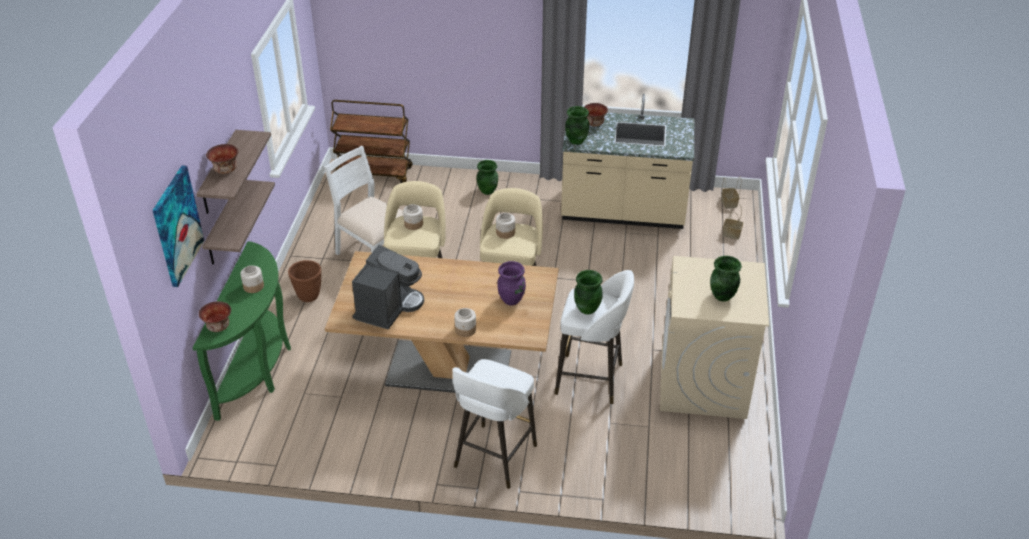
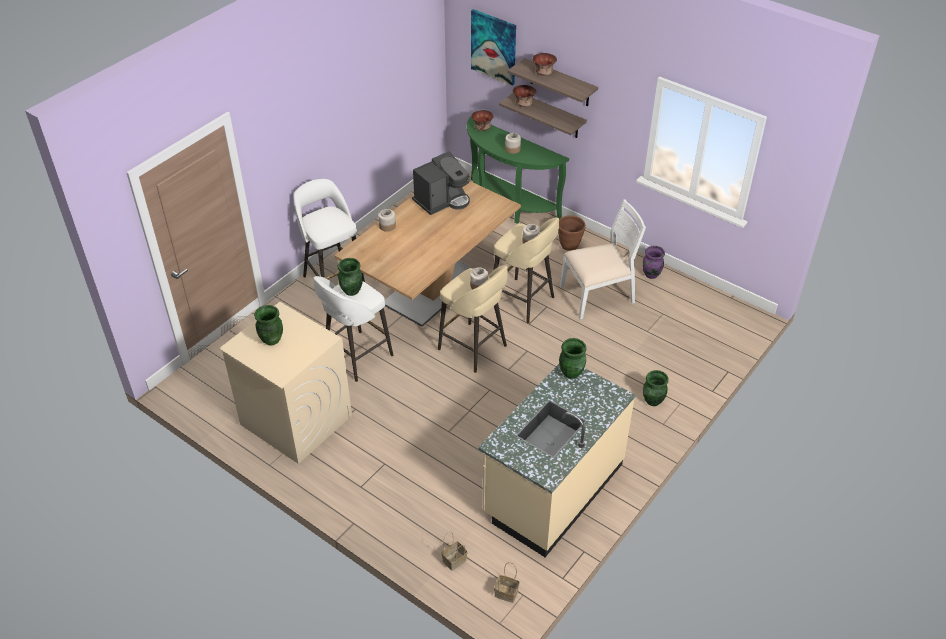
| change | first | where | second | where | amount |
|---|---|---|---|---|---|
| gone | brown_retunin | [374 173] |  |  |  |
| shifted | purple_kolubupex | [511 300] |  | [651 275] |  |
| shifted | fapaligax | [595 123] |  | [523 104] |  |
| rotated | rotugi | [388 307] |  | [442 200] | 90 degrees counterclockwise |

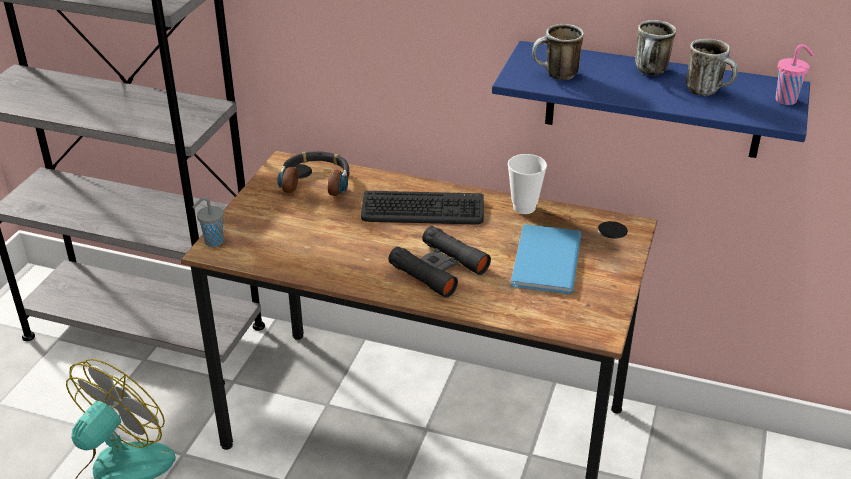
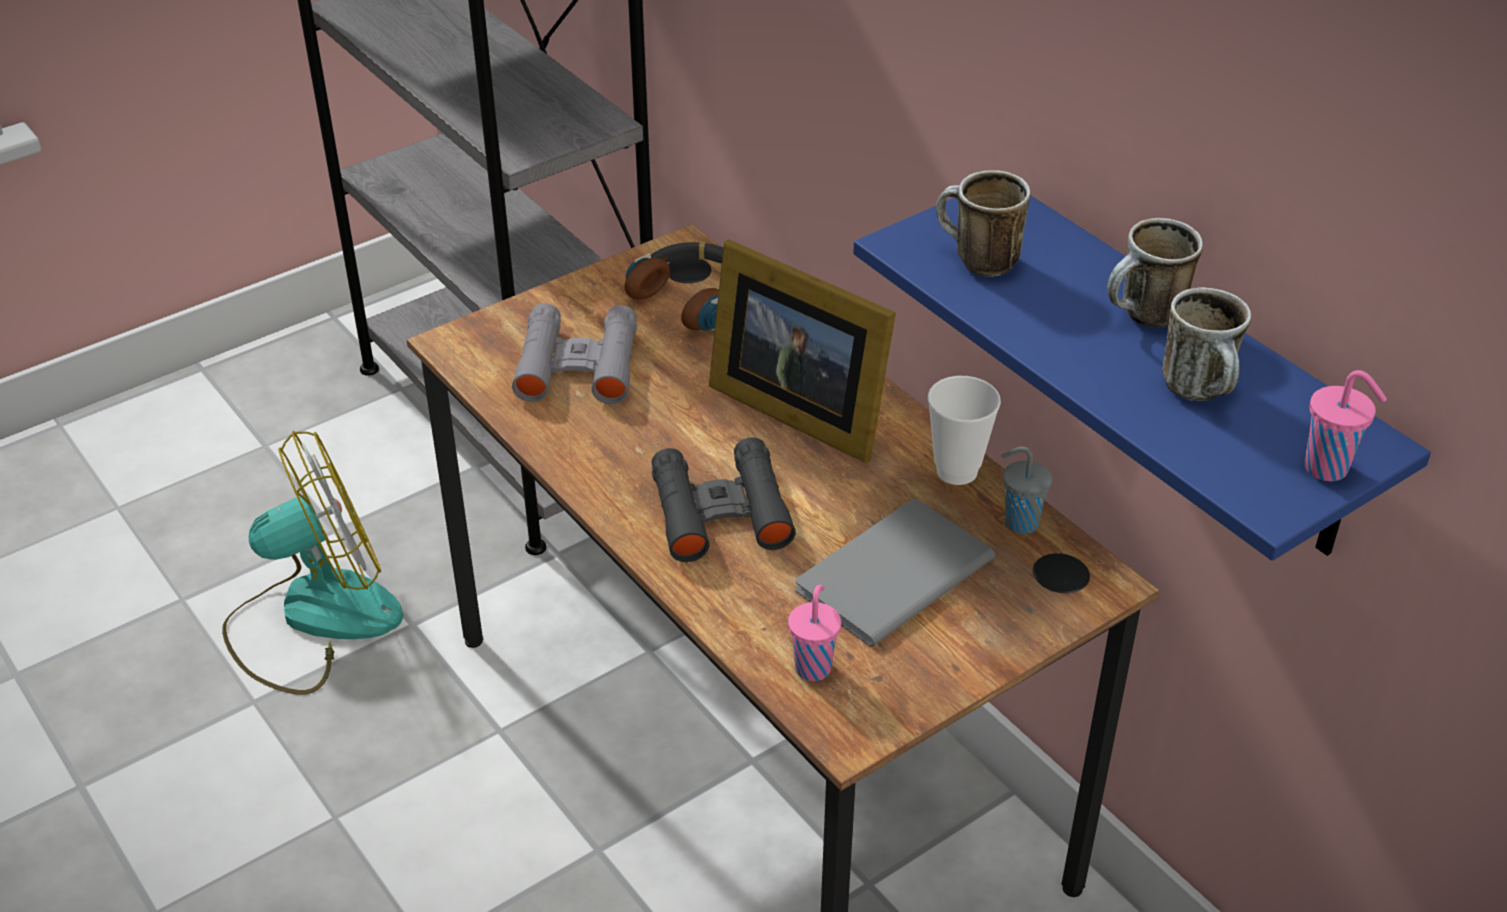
| change | first | where | second | where | amount |
|---|---|---|---|---|---|
| new |  |  | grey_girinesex | [578 365] |  |
| new |  |  | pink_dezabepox | [813 666] |  |
| shifted | grey_dezabepox | [213 242] |  | [1019 523] |  |
| swapped | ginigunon | [422 210] | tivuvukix | [797 407] |  |
| repainted | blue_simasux | [543 262] | grey_simasux | [887 574] |  |

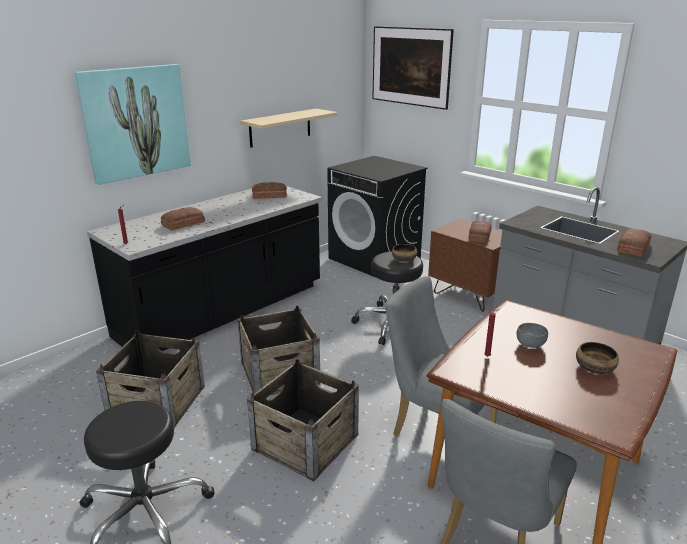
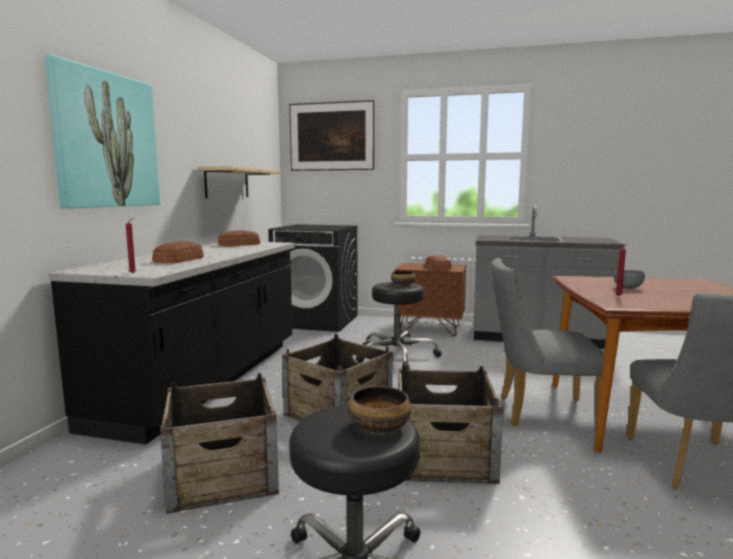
| change | first | where | second | where | amount |
|---|---|---|---|---|---|
| gone | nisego | [634 247] |  |  |  |
| shifted | fapaligax | [594 367] |  | [378 426] |  |

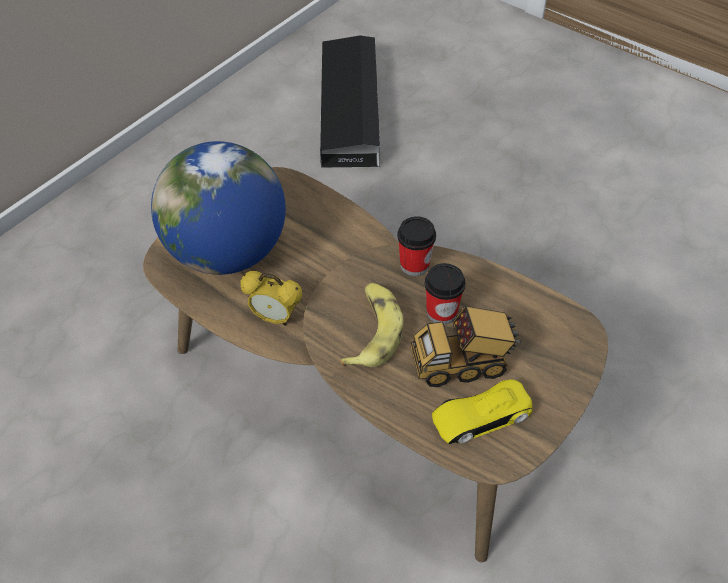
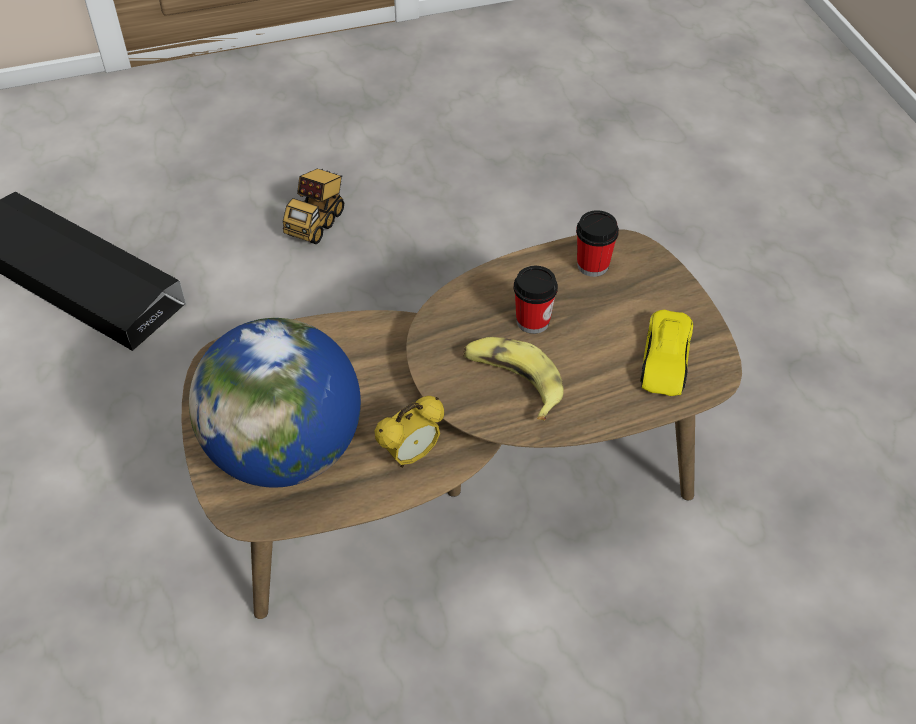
| change | first | where | second | where | amount |
|---|---|---|---|---|---|
| shifted | dezabepox | [414 265] |  | [592 265] |  |
| shifted | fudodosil | [462 365] |  | [317 222] |  |

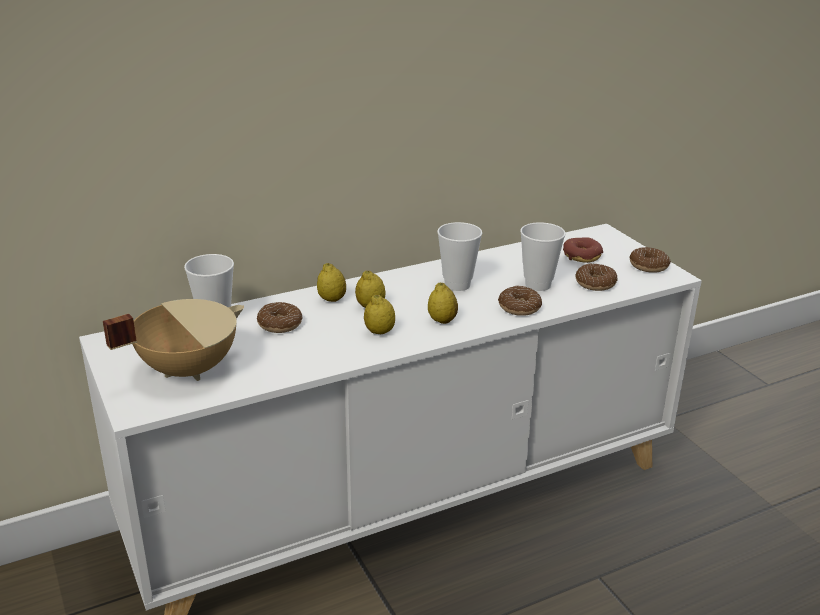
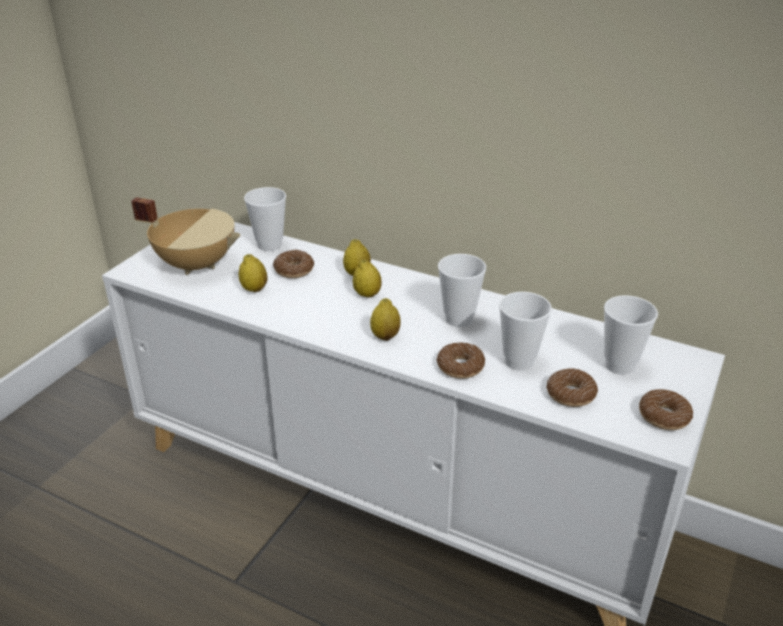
| change | first | where | second | where | amount |
|---|---|---|---|---|---|
| shifted | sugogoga | [379 332] |  | [254 289] |  |
| swapped | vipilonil | [582 256] | dezabepox | [620 365] |  |

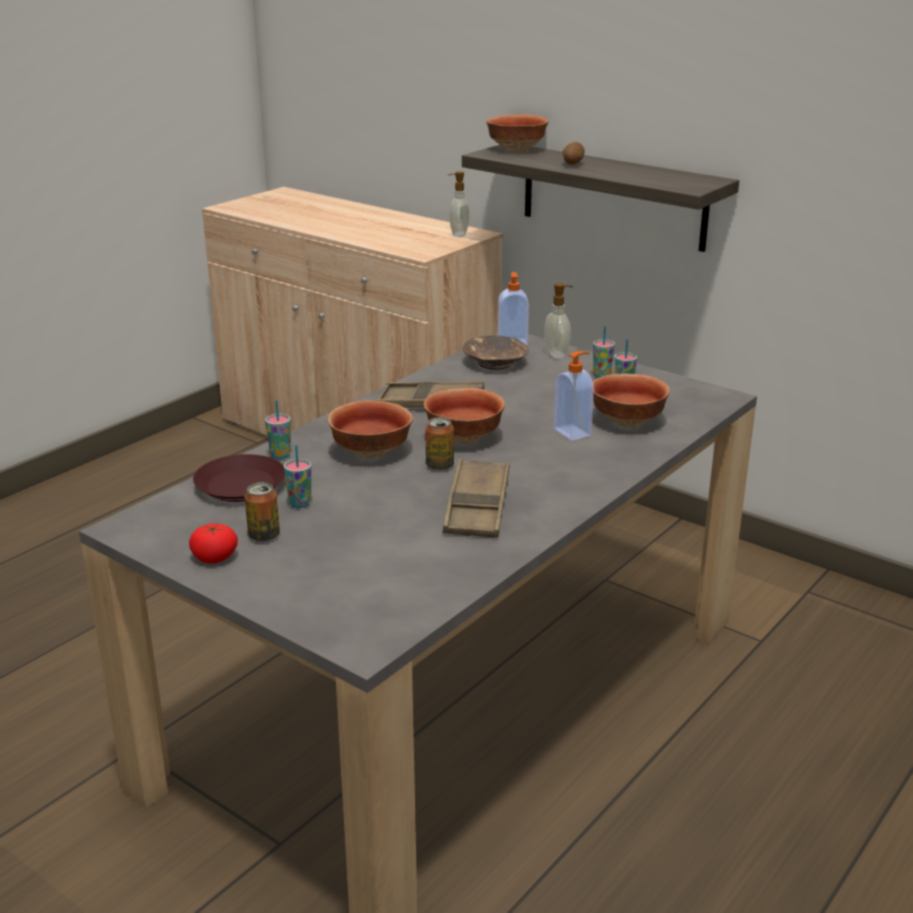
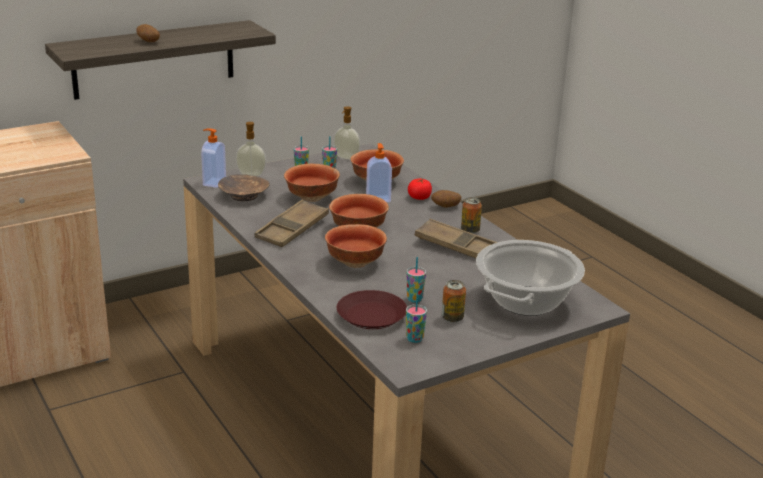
| change | first | where | second | where | amount |
|---|---|---|---|---|---|
| new |  |  | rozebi | [445 207] |  |
| new |  |  | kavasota | [525 301] |  |
| shifted | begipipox | [214 557] |  | [419 197] |  |
| shifted | dezabepox | [280 455] |  | [414 339] |  |
| shifted | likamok | [440 466] |  | [470 230] |  |
| shifted | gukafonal | [458 234] |  | [346 158] |  |
| shifted | fapaligax | [515 150] |  | [312 198] |  |

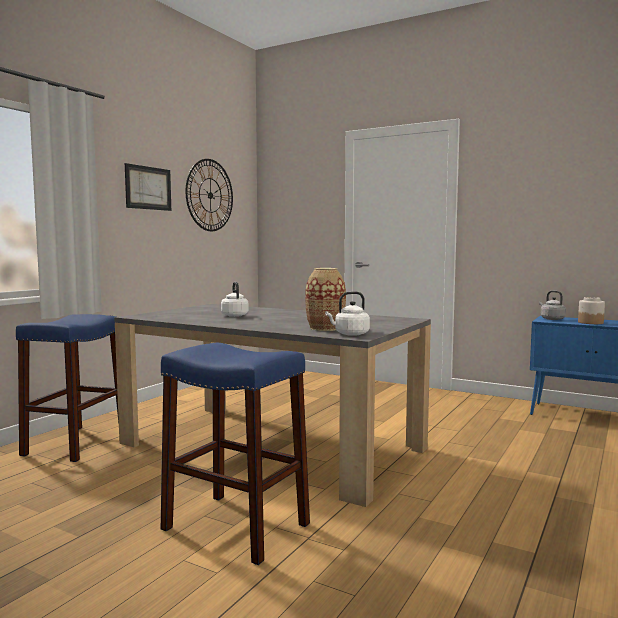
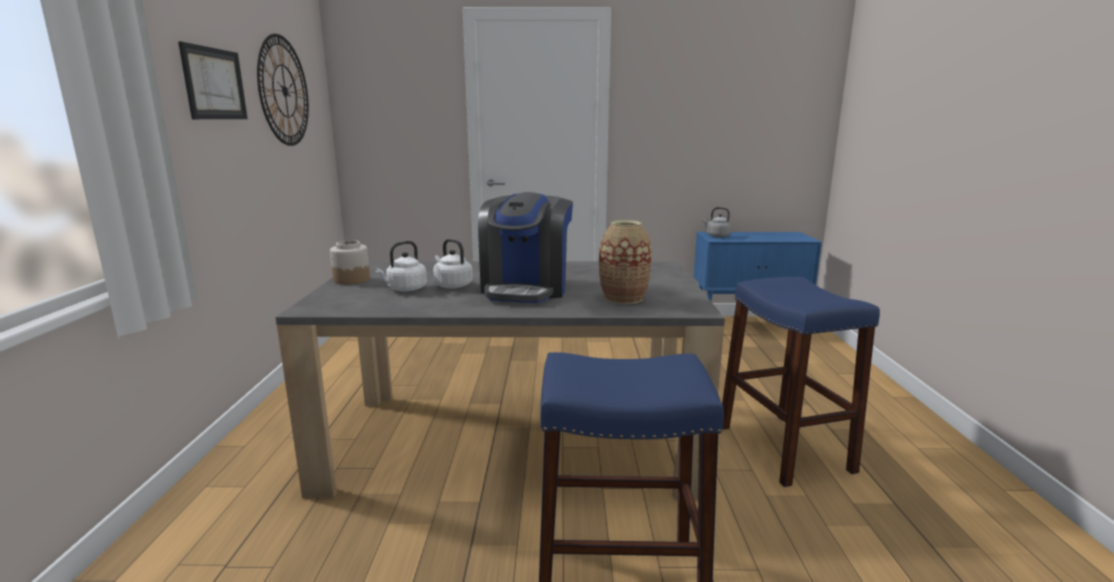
| change | first | where | second | where | amount |
|---|---|---|---|---|---|
| new |  |  | rotugi | [526 289] |  |
| shifted | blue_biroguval | [76 443] |  | [784 448] |  |
| shifted | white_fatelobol | [350 334] |  | [405 289] |  |
| shifted | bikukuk | [590 322] |  | [351 280] |  |

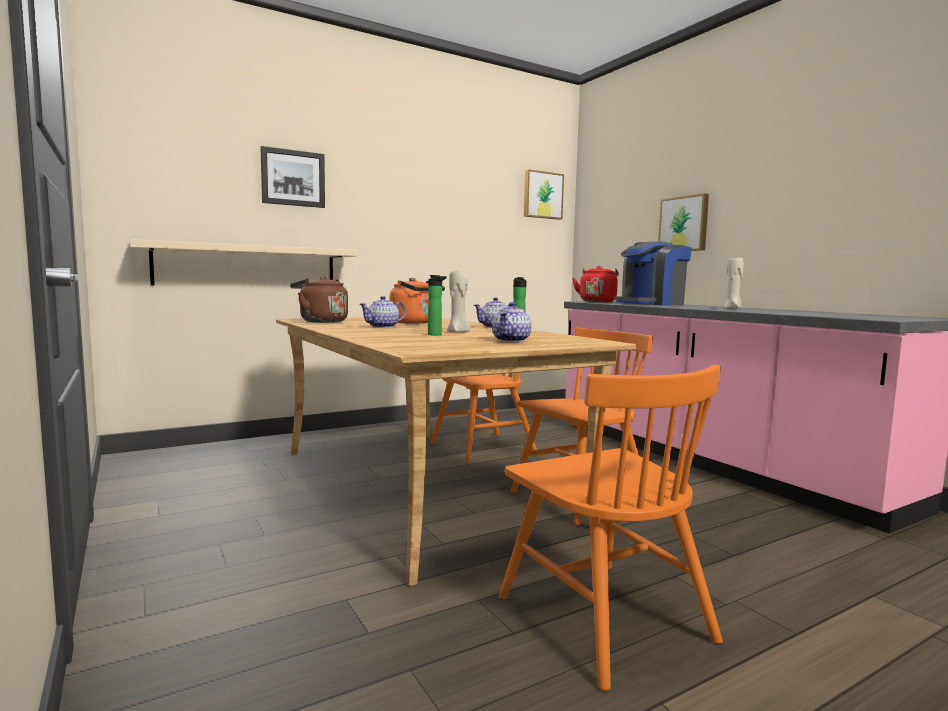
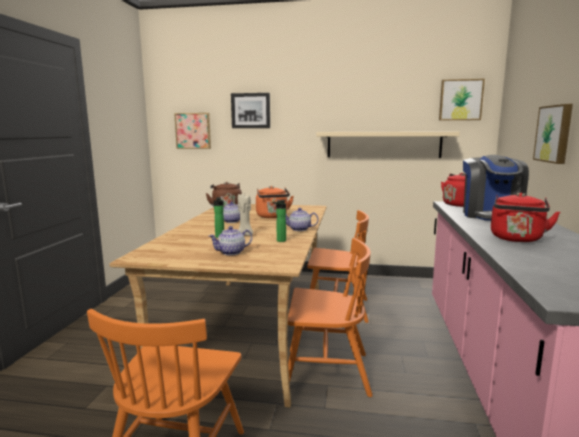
| change | first | where | second | where | amount |
|---|---|---|---|---|---|
| new |  |  | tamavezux | [193 131] |  |
| shifted | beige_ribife | [247 266] |  | [383 144] |  |
| swapped | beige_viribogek | [732 309] | red_fatelobol | [516 239] |  |
| rotated | rotugi | [651 304] |  | [490 215] | 90 degrees counterclockwise |

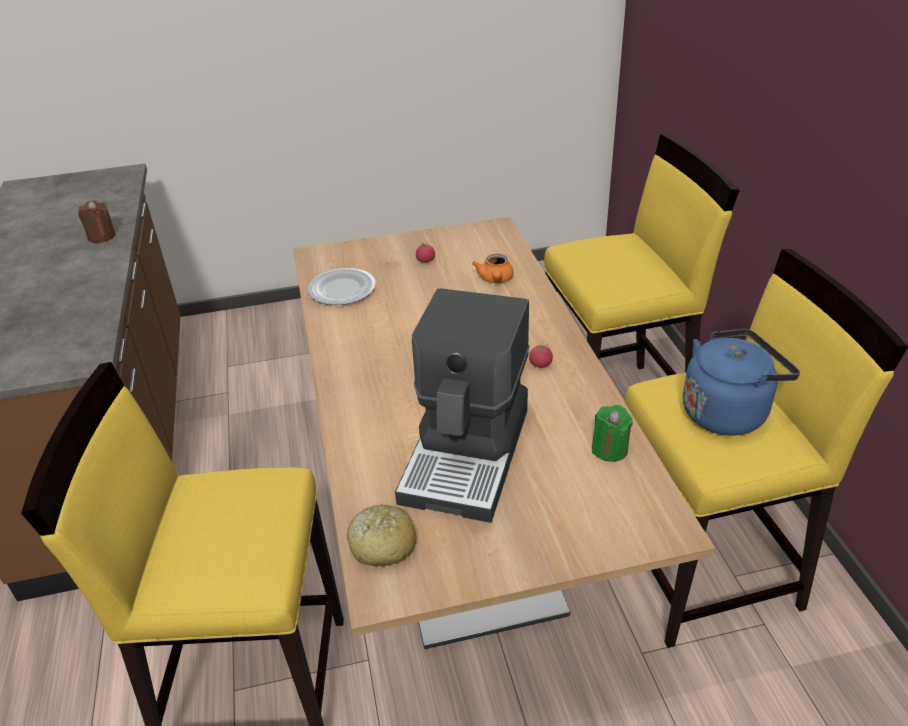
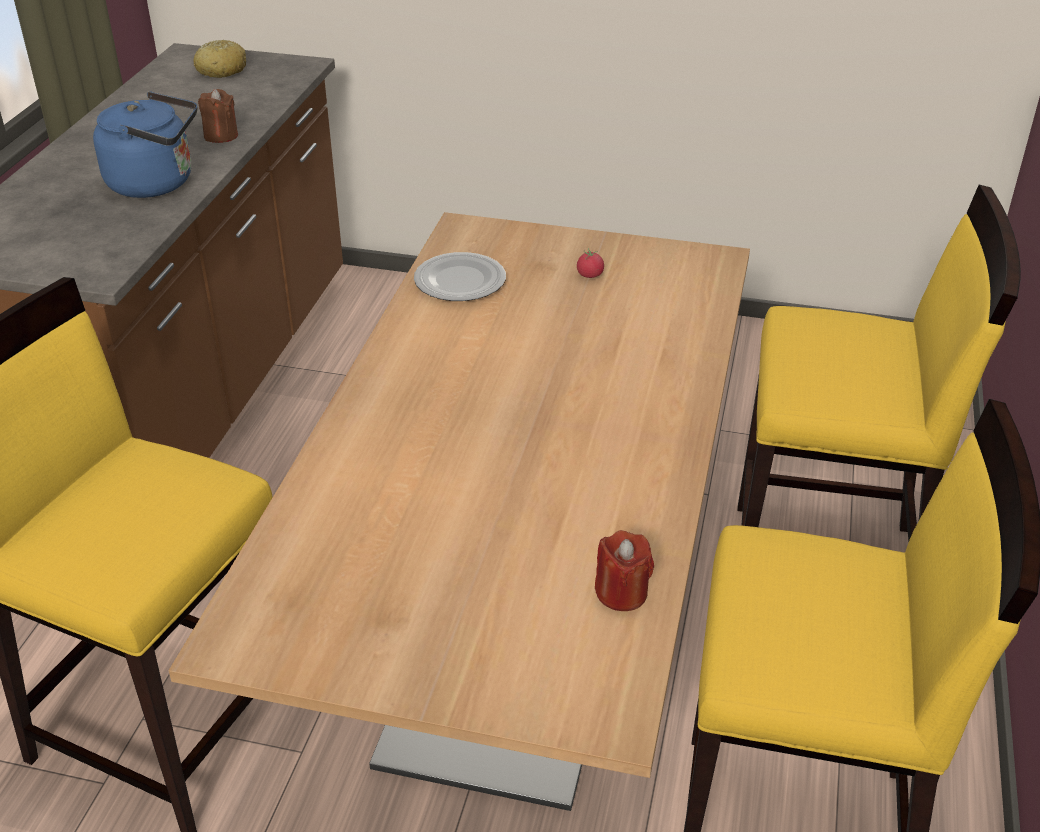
| change | first | where | second | where | amount |
|---|---|---|---|---|---|
| gone | rotugi | [468 454] |  |  |  |
| gone | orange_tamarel | [495 280] |  |  |  |
| gone | begipipox | [540 364] |  |  |  |
| shifted | nisego | [382 544] |  | [222 70] |  |
| shifted | blue_fatelobol | [727 411] |  | [157 183] |  |
| repainted | green_viribogek | [609 449] | red_viribogek | [621 593] |  |

